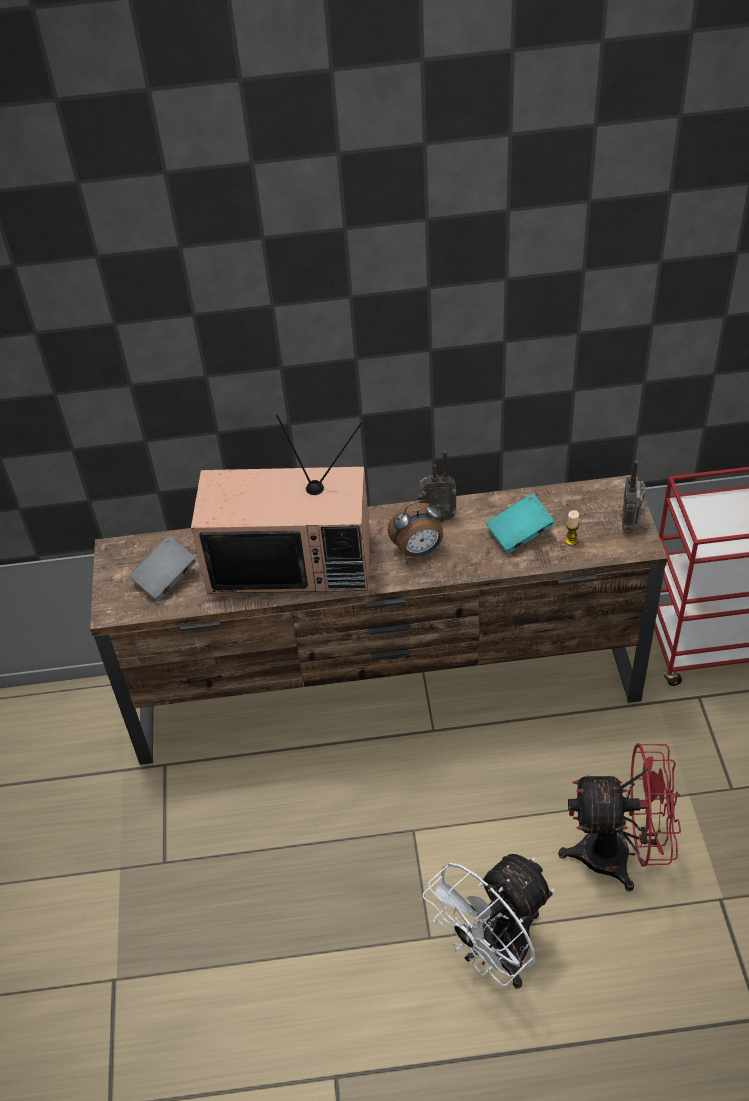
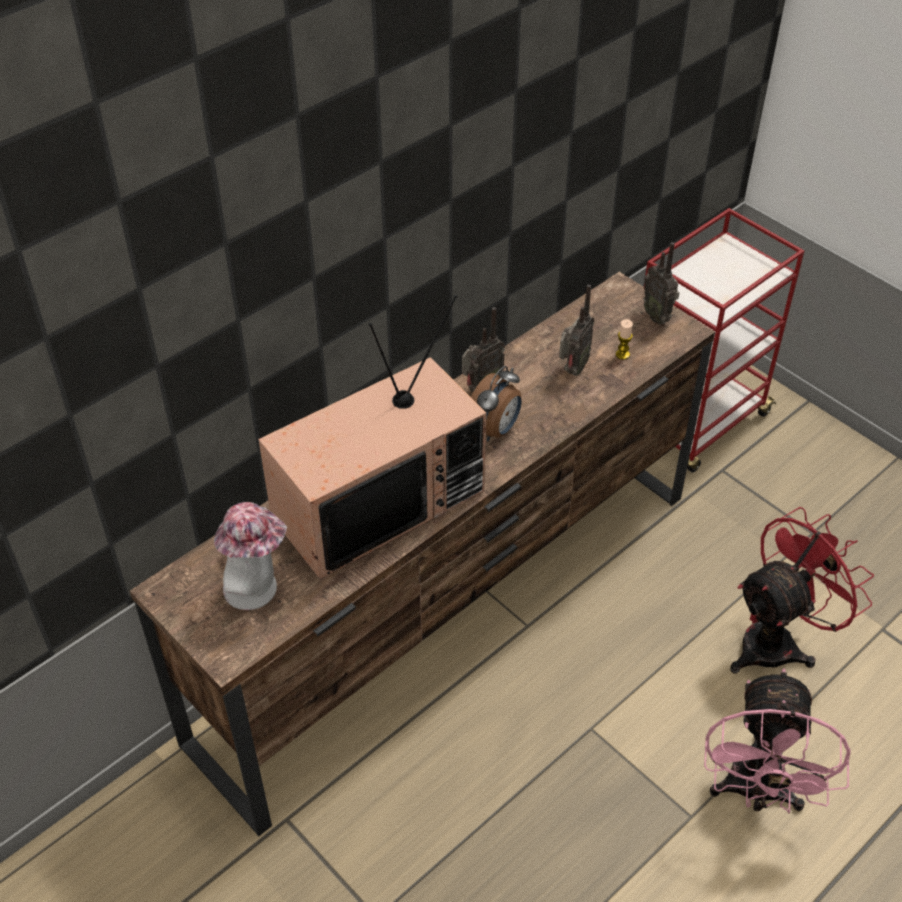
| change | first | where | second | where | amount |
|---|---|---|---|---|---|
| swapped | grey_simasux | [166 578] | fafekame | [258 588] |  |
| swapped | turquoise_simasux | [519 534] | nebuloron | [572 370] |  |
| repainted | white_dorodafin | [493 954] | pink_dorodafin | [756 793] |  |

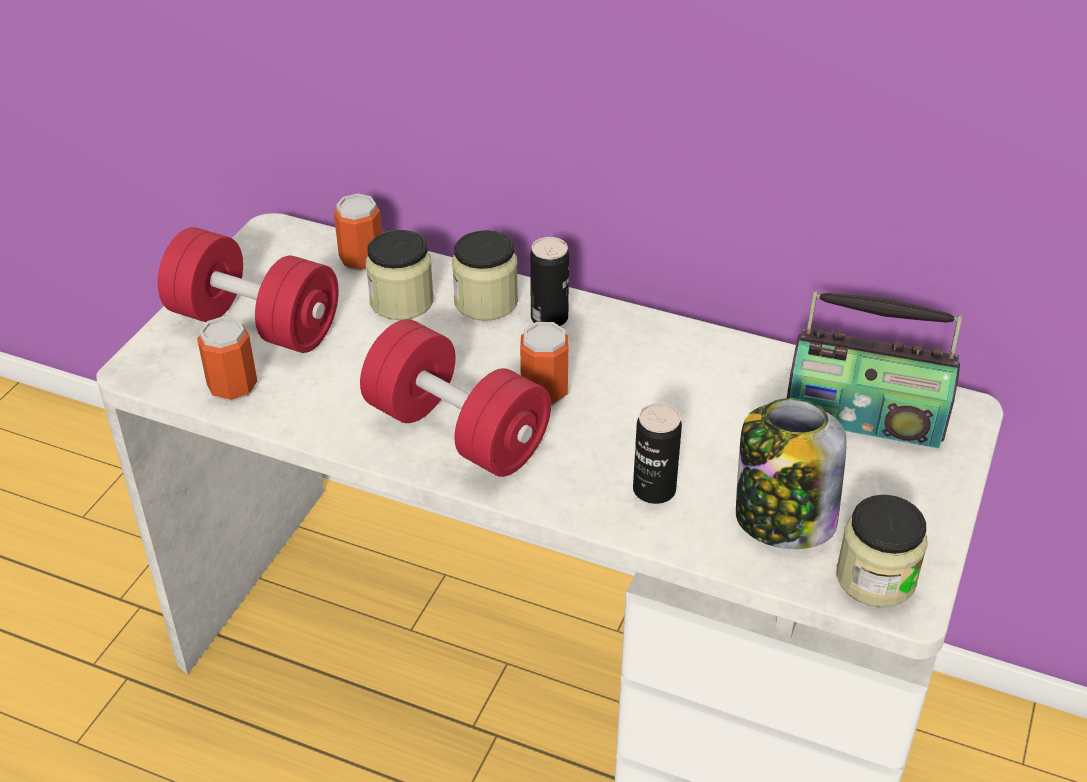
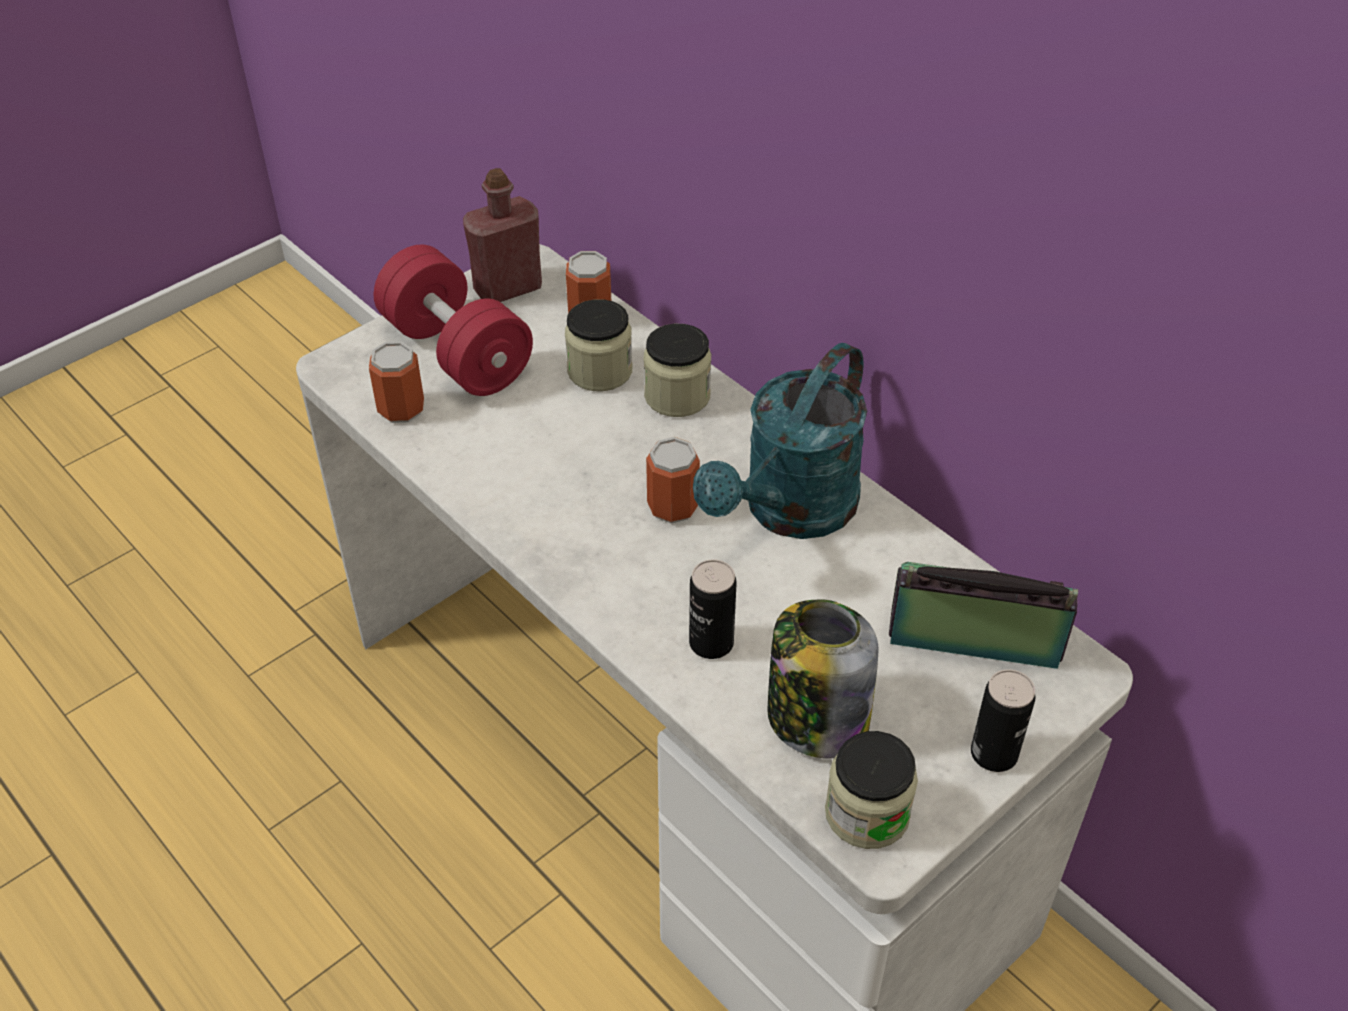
| change | first | where | second | where | amount |
|---|---|---|---|---|---|
| gone | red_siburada | [457 432] |  |  |  |
| new |  |  | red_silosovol | [508 288] |  |
| new |  |  | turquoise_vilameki | [789 512] |  |
| shifted | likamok | [549 318] |  | [994 753] |  |
| rotated | nebuloron | [864 416] |  | [974 641] | 150 degrees clockwise |

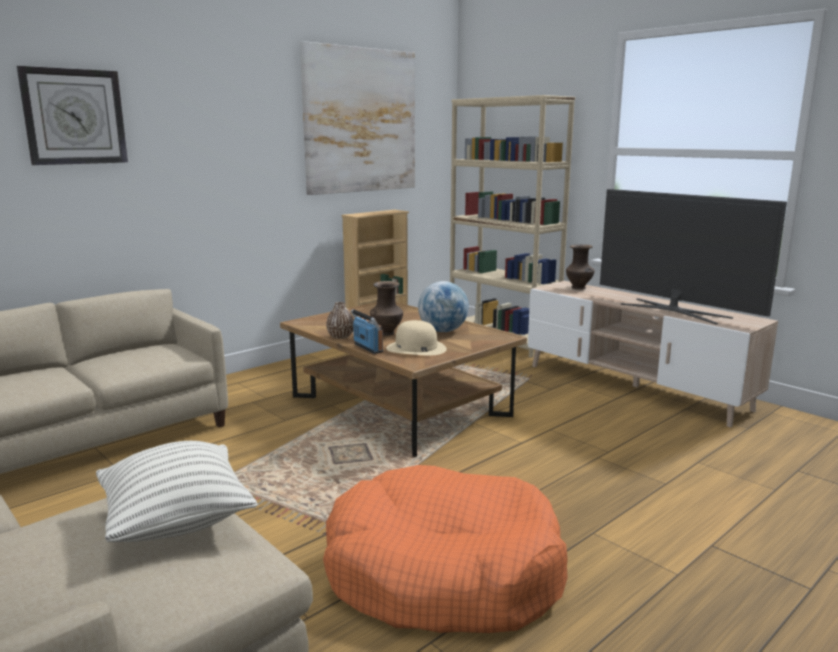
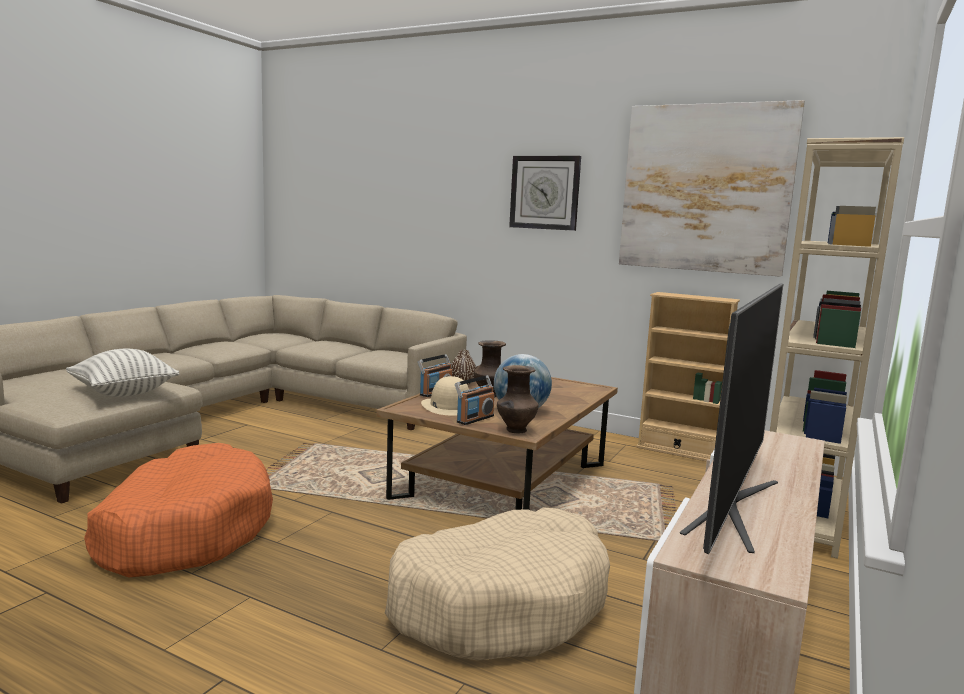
| change | first | where | second | where | amount |
|---|---|---|---|---|---|
| new |  |  | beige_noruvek | [500 604] |  |
| new |  |  | nebuloron | [474 419] |  |
| shifted | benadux | [74 117] |  | [545 192] |  |
| shifted | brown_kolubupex | [579 288] |  | [515 430] |  |

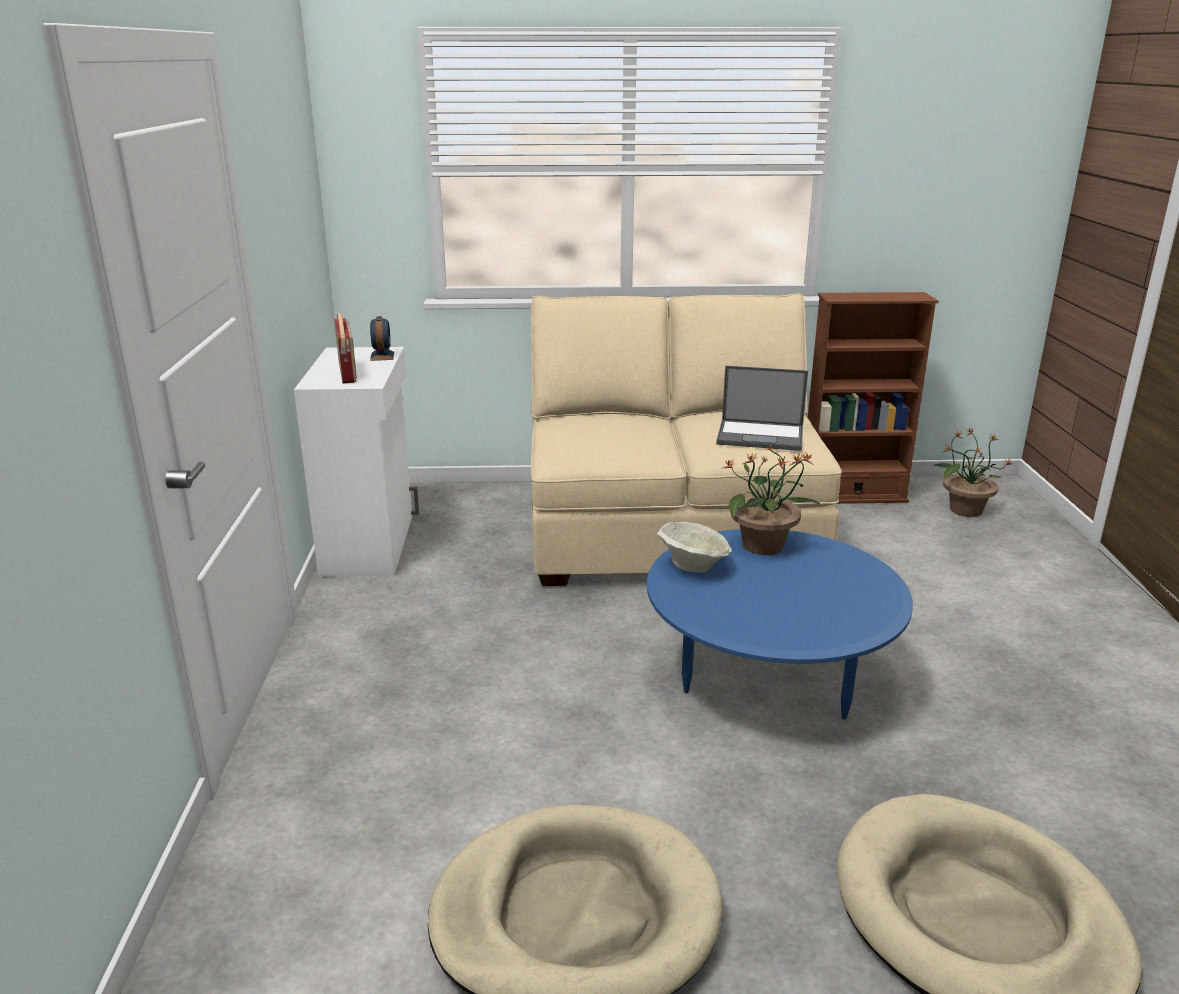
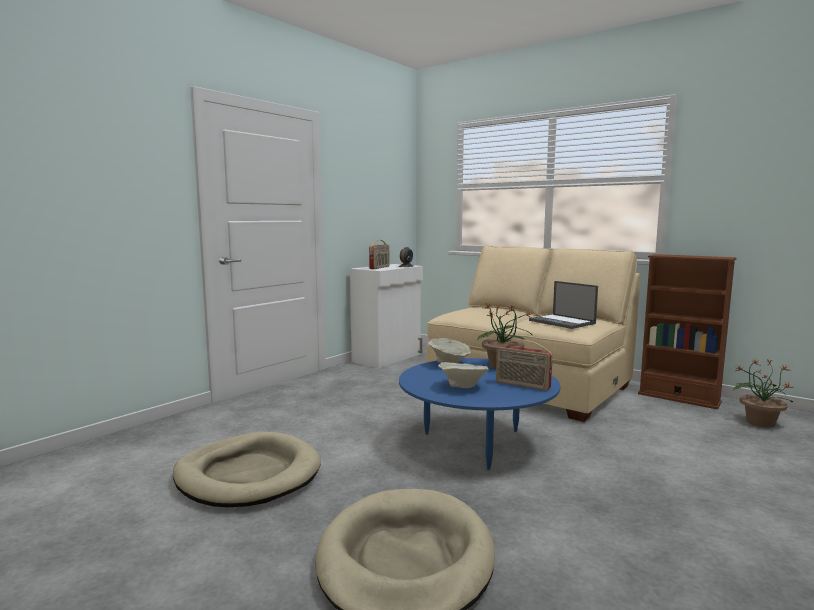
| change | first | where | second | where | amount |
|---|---|---|---|---|---|
| new |  |  | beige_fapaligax | [462 387] |  |
| new |  |  | nebuloron | [522 385] |  |

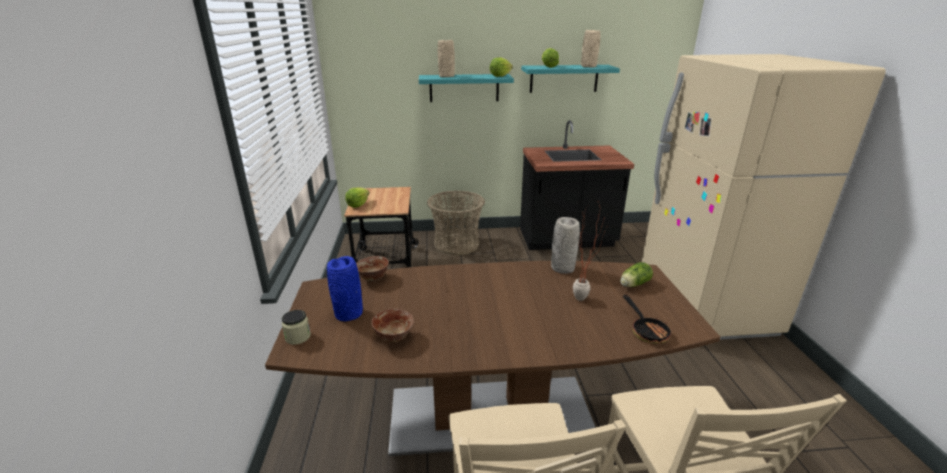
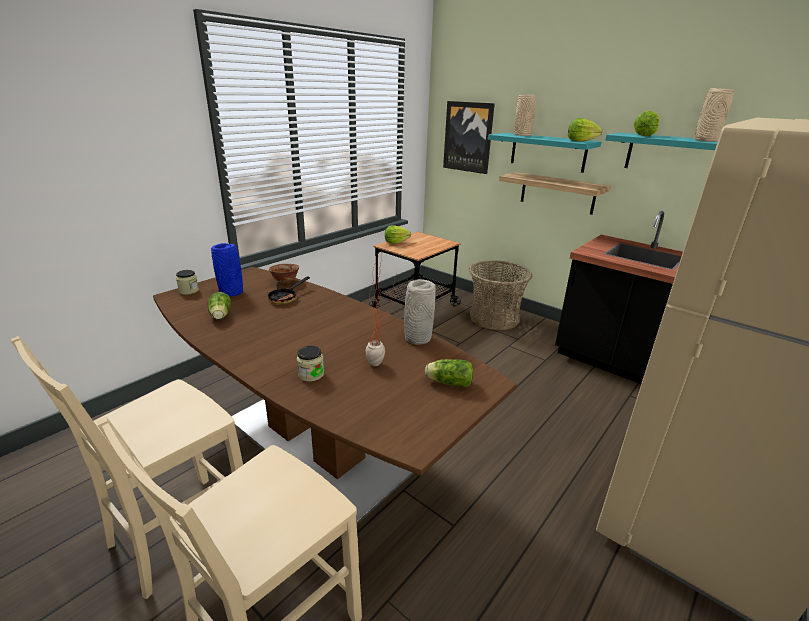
| change | first | where | second | where | amount |
|---|---|---|---|---|---|
| new |  |  | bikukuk | [311 374] |  |
| new |  |  | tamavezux | [468 137] |  |
| new |  |  | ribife | [557 193] |  |
| shifted | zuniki | [646 330] |  | [286 298] |  |
| swapped | fapaligax | [394 337] | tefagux | [220 316] |  |

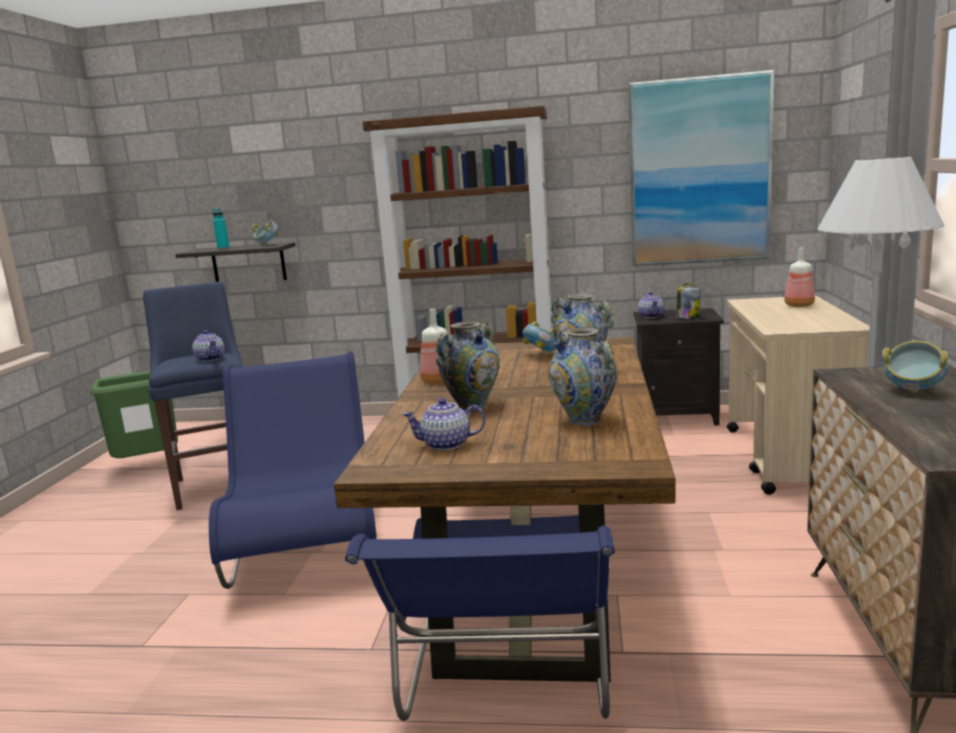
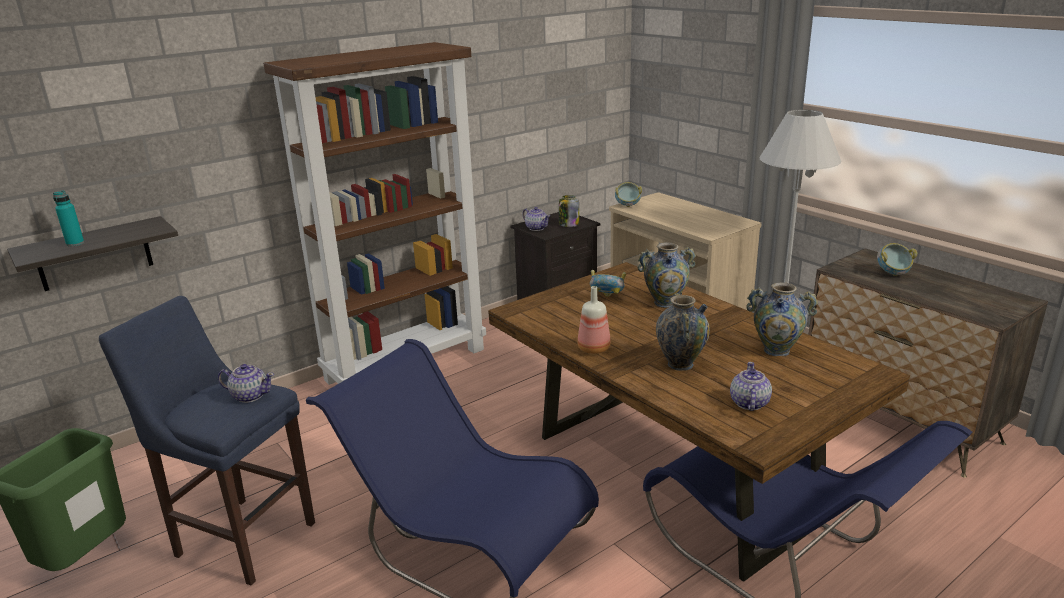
| change | first | where | second | where | amount |
|---|---|---|---|---|---|
| gone | tamavezux | [699 172] |  |  |  |
| gone | silosovol | [798 305] |  |  |  |
| shifted | fapaligax | [267 245] |  | [627 206] |  |
| rotated | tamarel | [446 444] |  | [749 403] | 150 degrees clockwise |

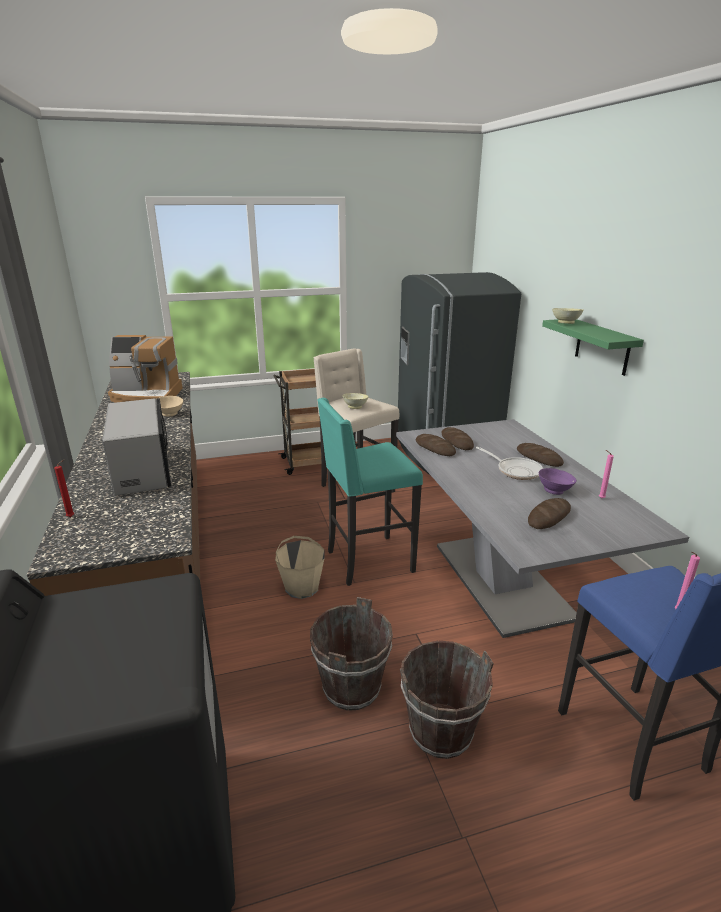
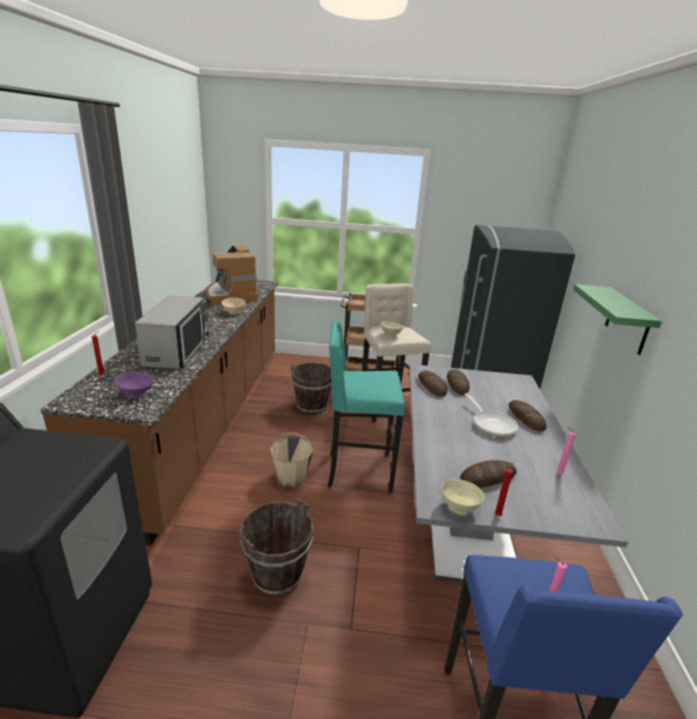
| change | first | where | second | where | amount |
|---|---|---|---|---|---|
| new |  |  | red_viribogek | [498 515] |  |
| shifted | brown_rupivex | [441 731] |  | [312 406] |  |
| shifted | purple_fapaligax | [555 491] |  | [136 394] |  |
| shifted | beige_fapaligax | [566 323] |  | [460 507] |  |
| rotated | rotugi | [147 396] |  | [230 296] | 45 degrees clockwise |

